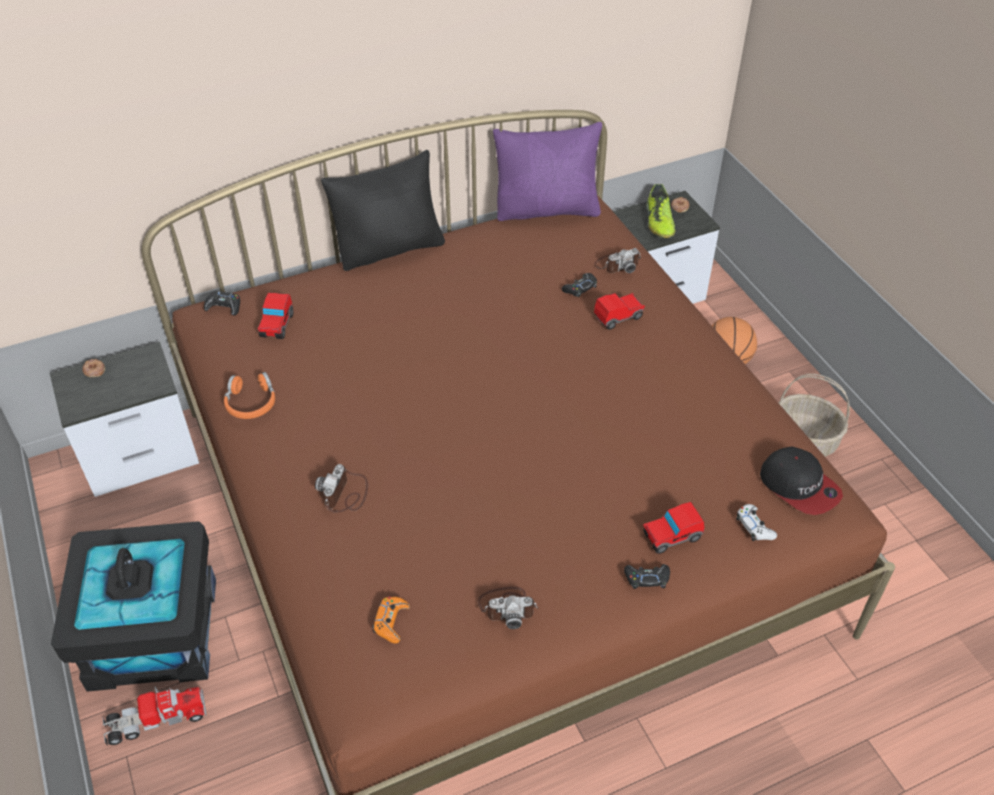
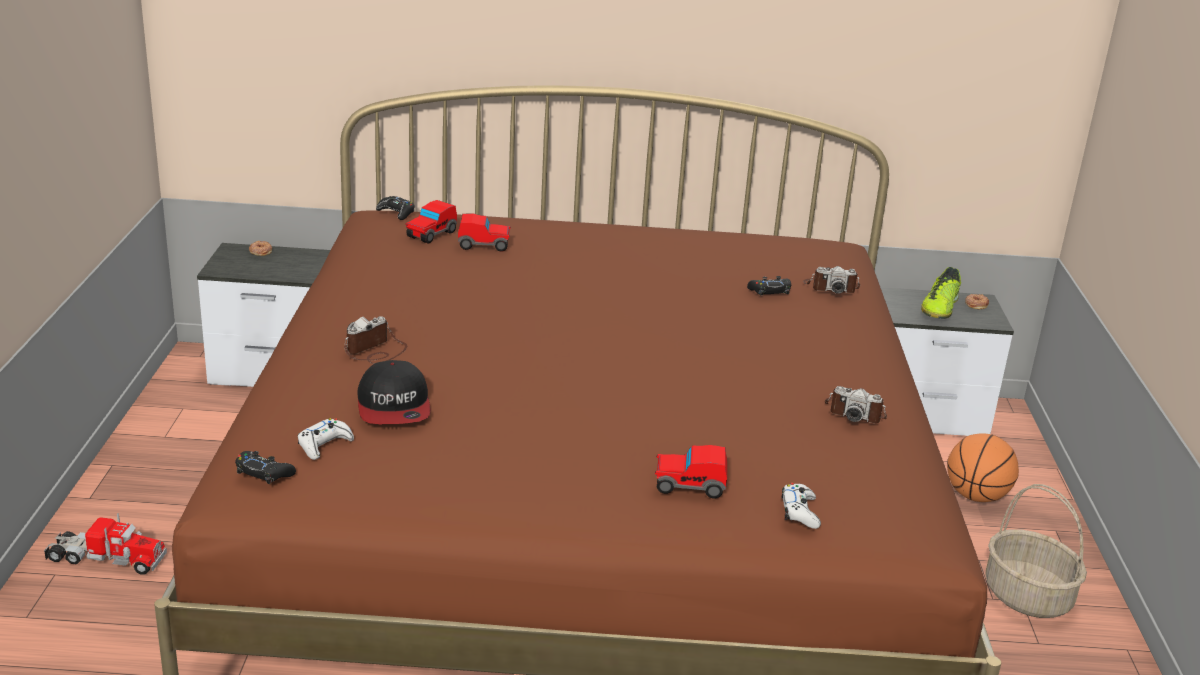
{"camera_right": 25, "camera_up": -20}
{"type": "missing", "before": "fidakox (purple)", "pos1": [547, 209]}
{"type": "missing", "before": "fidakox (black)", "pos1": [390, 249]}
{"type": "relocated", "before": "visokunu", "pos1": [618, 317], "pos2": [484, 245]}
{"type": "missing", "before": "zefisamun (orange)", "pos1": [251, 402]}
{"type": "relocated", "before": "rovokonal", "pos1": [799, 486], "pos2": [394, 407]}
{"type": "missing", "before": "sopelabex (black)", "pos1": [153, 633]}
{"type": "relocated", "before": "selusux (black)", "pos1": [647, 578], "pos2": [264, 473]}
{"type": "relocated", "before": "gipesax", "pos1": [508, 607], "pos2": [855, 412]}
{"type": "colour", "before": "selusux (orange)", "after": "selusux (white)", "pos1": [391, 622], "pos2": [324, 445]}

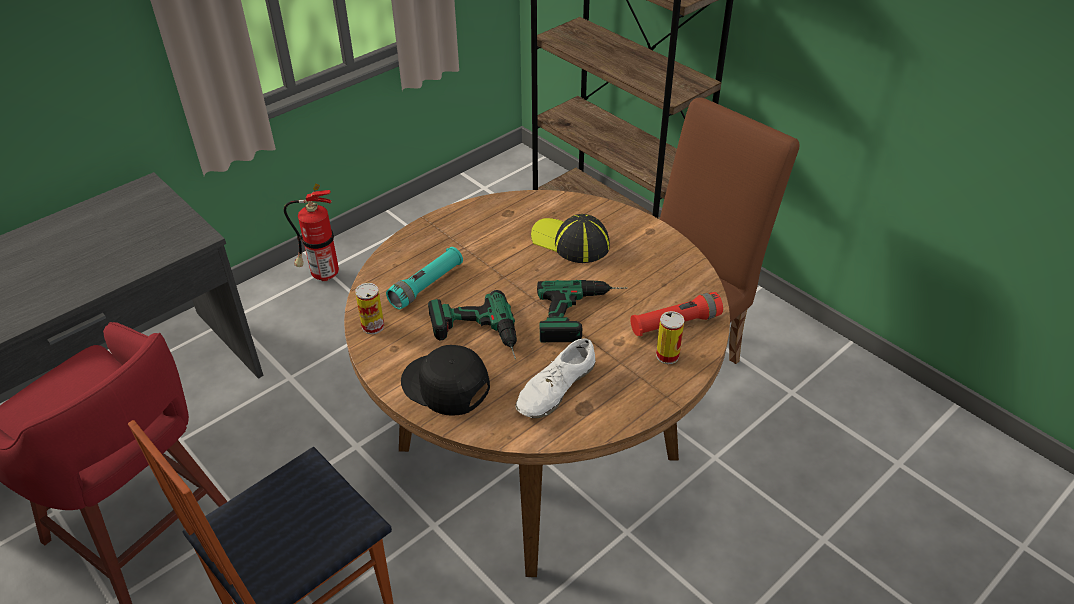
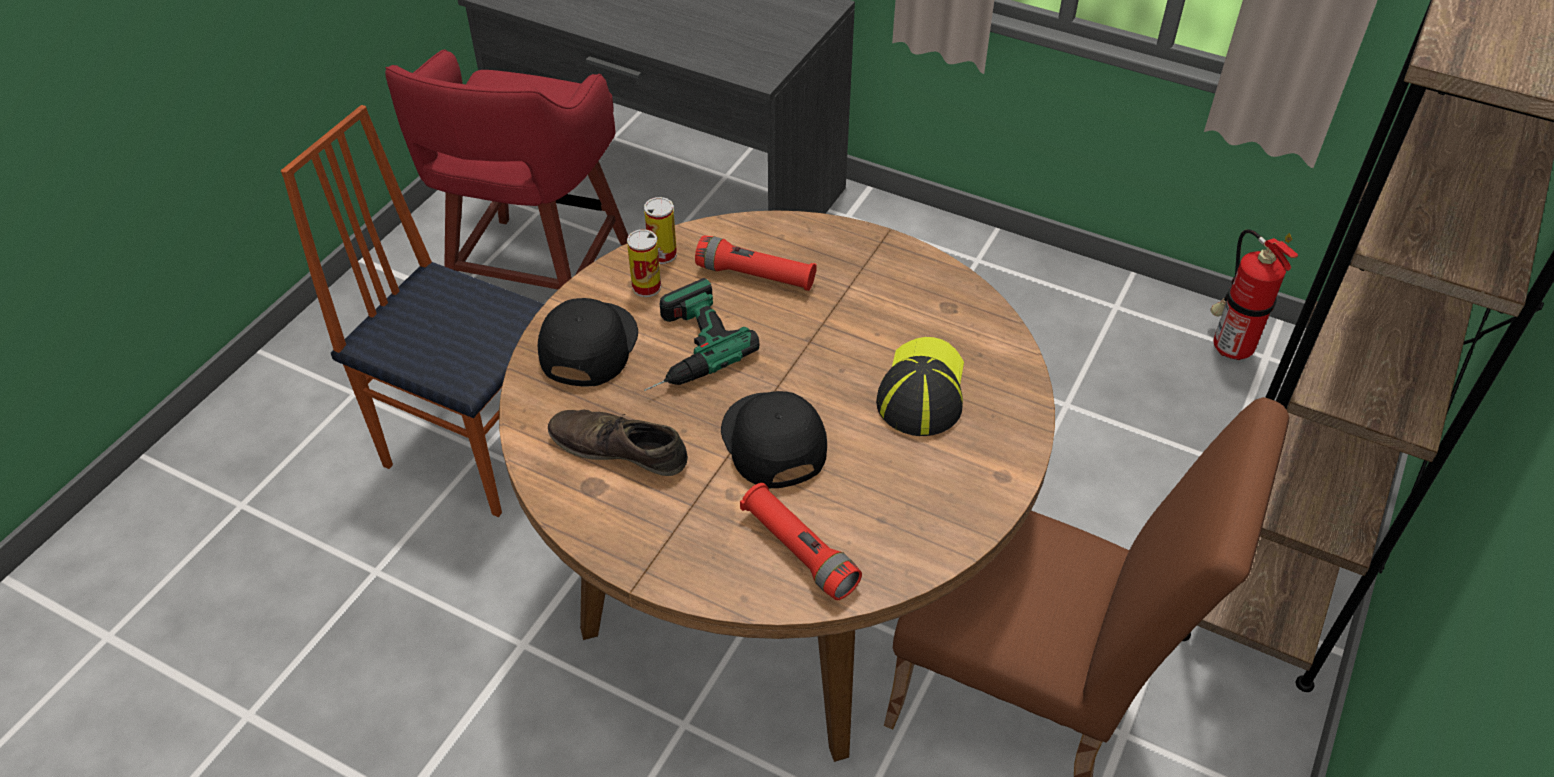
{"camera_right": 70, "camera_up": 5}
{"type": "relocated", "before": "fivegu", "pos1": [322, 275], "pos2": [1228, 346]}
{"type": "colour", "before": "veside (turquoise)", "after": "veside (red)", "pos1": [426, 286], "pos2": [755, 276]}
{"type": "exchanged", "before": "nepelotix", "after": "rovokonal (black)", "pos1": [583, 314], "pos2": [771, 442]}
{"type": "relocated", "before": "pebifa", "pos1": [667, 355], "pos2": [646, 287]}
{"type": "colour", "before": "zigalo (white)", "after": "zigalo (brown)", "pos1": [555, 388], "pos2": [619, 449]}

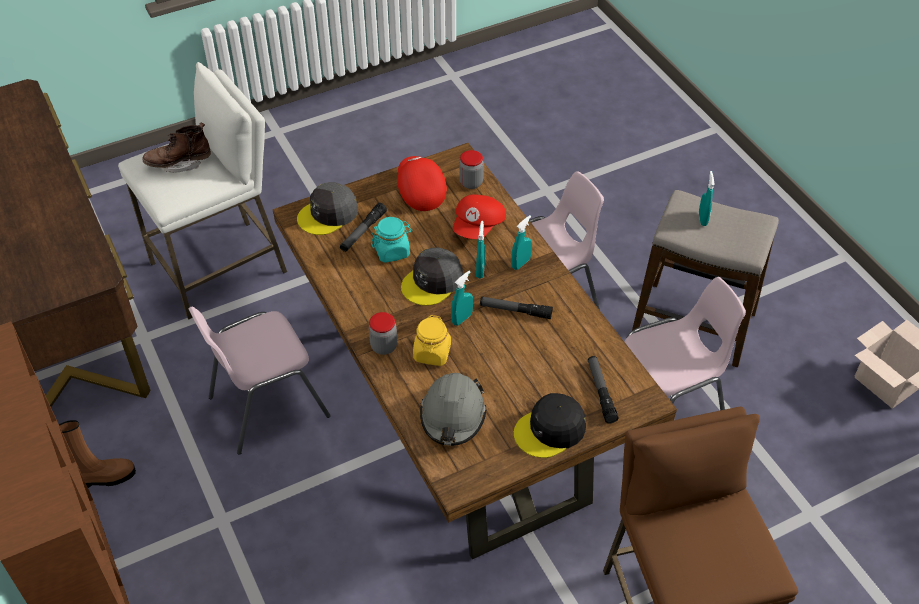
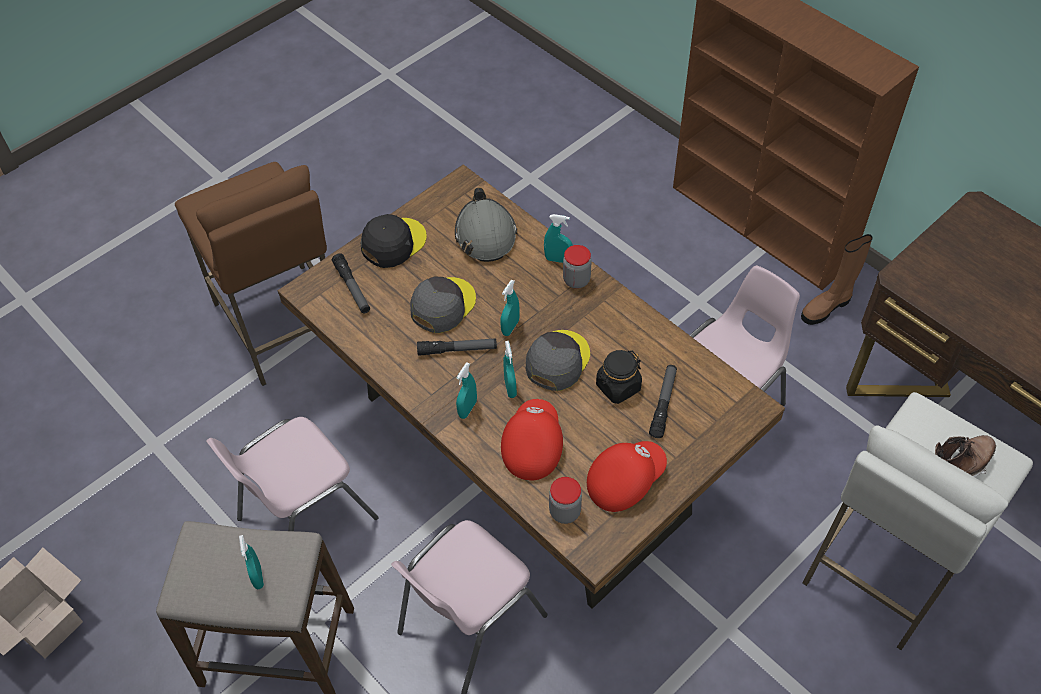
{"camera_right": 165, "camera_up": 5}
{"type": "spun", "before": "rovokonal (red)", "pos1": [419, 191], "pos2": [624, 481], "turn": -90}
{"type": "relocated", "before": "rovokonal (grey)", "pos1": [328, 214], "pos2": [442, 305]}
{"type": "colour", "before": "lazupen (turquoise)", "after": "lazupen (black)", "pos1": [392, 251], "pos2": [618, 387]}
{"type": "missing", "before": "lazupen (yellow)", "pos1": [432, 353]}
{"type": "appeared", "after": "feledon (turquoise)", "pos2": [558, 259]}

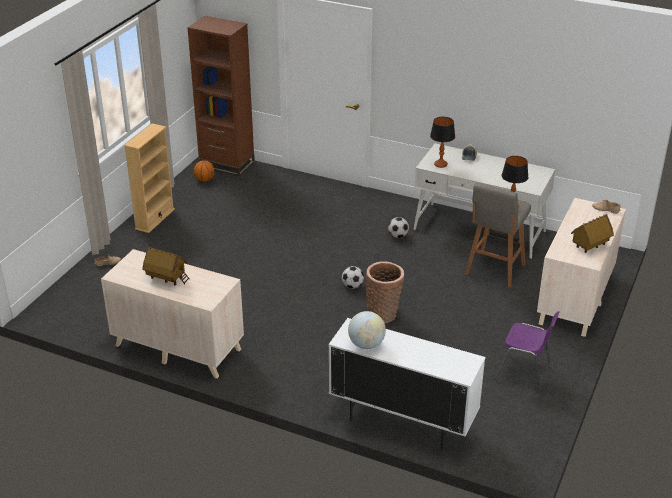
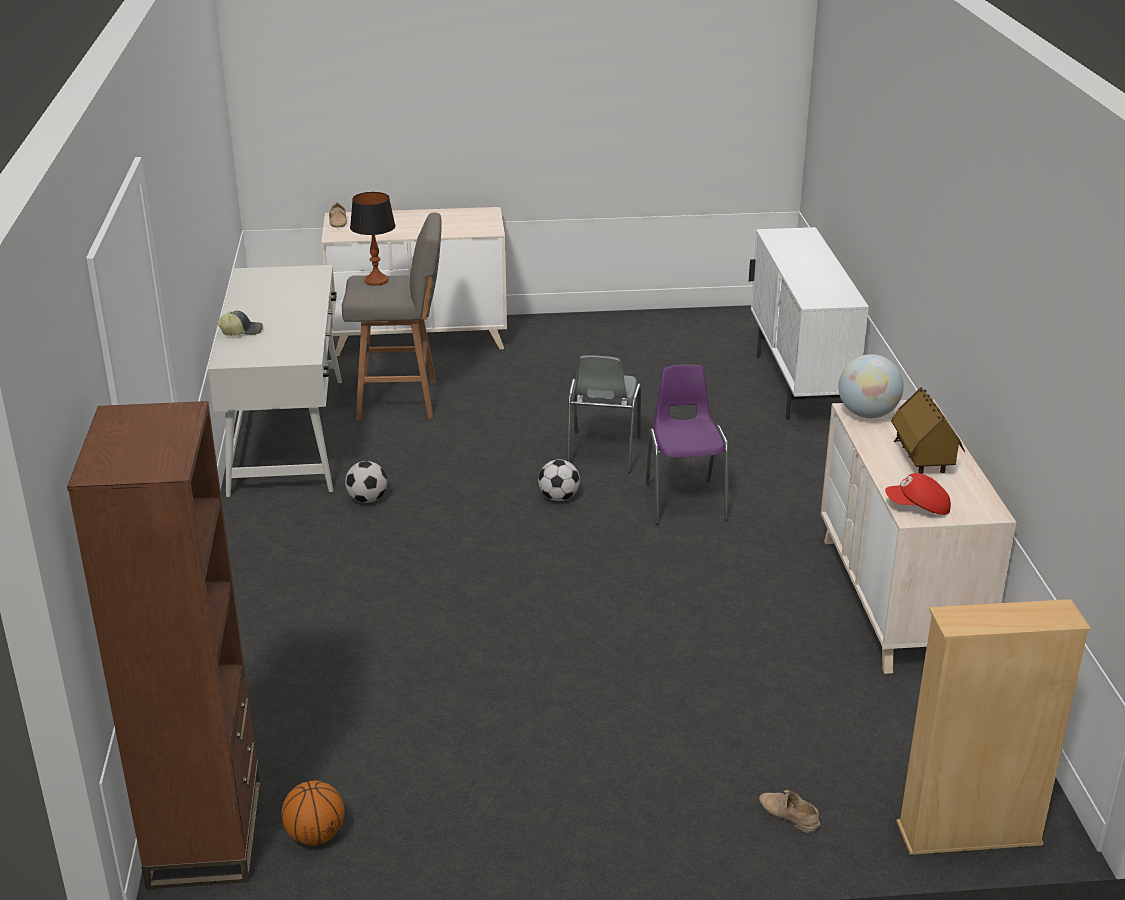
{"camera_right": -120, "camera_up": -5}
{"type": "missing", "before": "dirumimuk", "pos1": [441, 164]}
{"type": "relocated", "before": "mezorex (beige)", "pos1": [155, 219], "pos2": [969, 834]}
{"type": "missing", "before": "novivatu", "pos1": [590, 246]}
{"type": "exchanged", "before": "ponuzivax", "after": "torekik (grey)", "pos1": [383, 314], "pos2": [602, 453]}
{"type": "relocated", "before": "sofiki", "pos1": [366, 344], "pos2": [867, 414]}
{"type": "relocated", "before": "torekik (purple)", "pos1": [524, 373], "pos2": [685, 500]}
{"type": "appeared", "after": "rovokonal (red)", "pos2": [918, 508]}

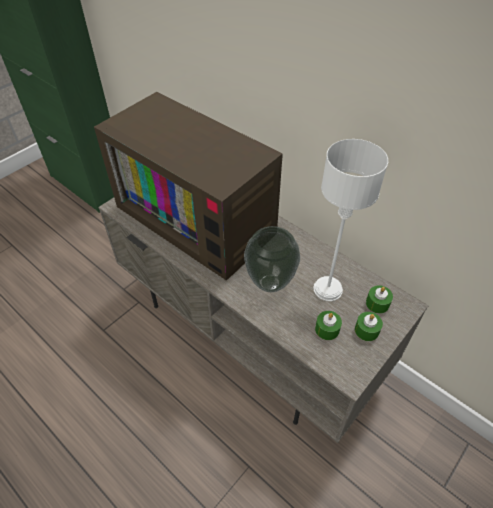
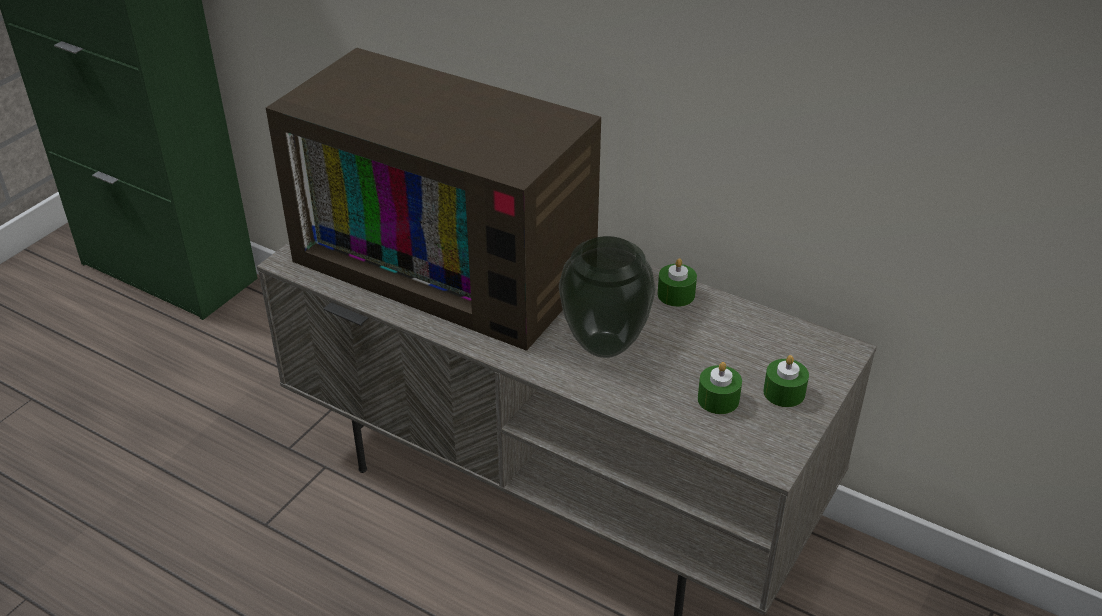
{"camera_right": -10, "camera_up": -10}
{"type": "missing", "before": "dirumimuk (white)", "pos1": [328, 289]}
{"type": "relocated", "before": "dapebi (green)", "pos1": [377, 303], "pos2": [676, 294]}

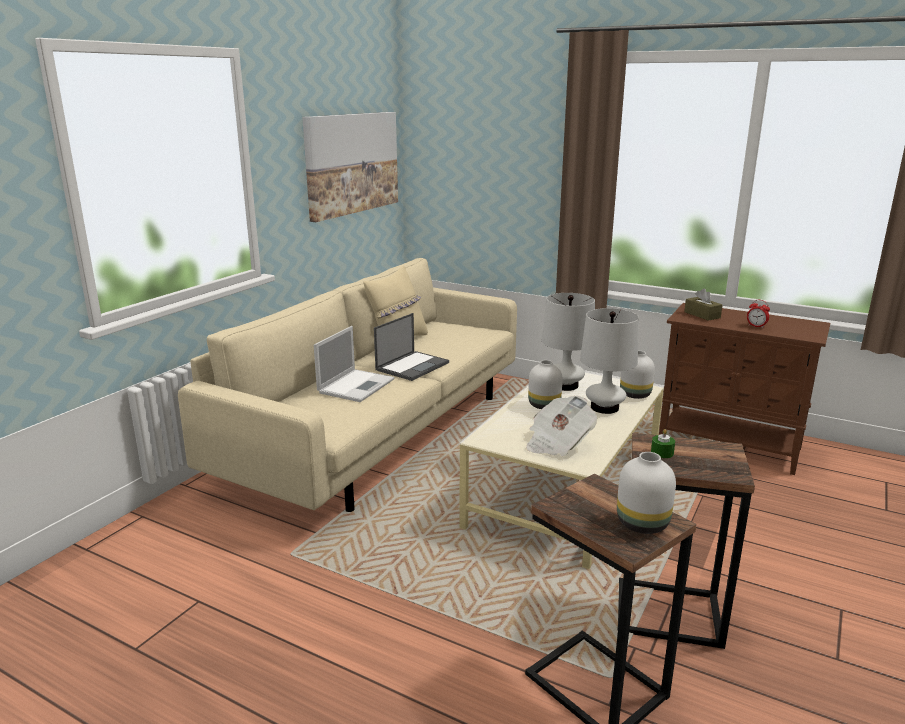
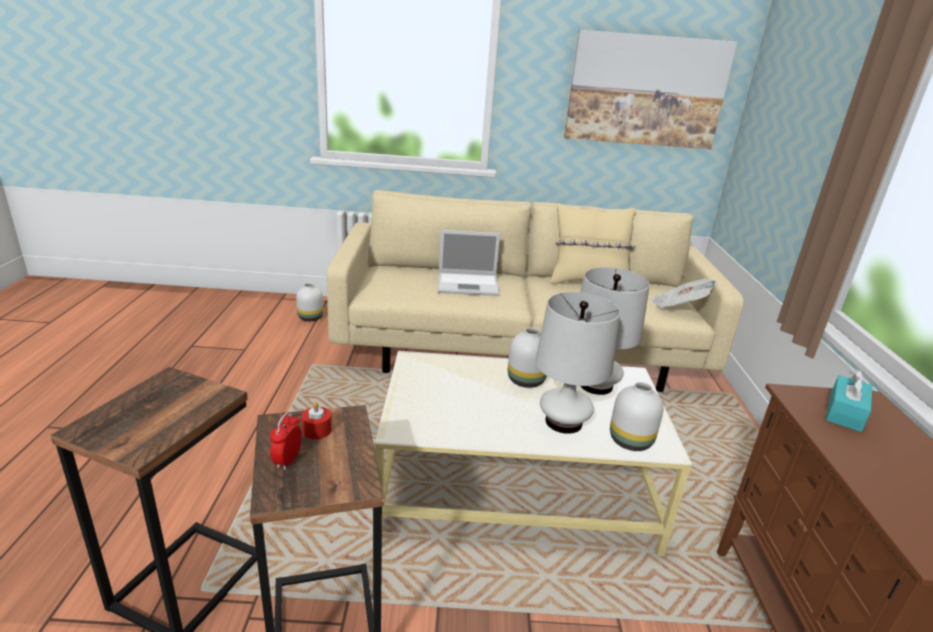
{"camera_right": 60, "camera_up": 5}
{"type": "colour", "before": "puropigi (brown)", "after": "puropigi (turquoise)", "pos1": [702, 315], "pos2": [845, 412]}
{"type": "relocated", "before": "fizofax", "pos1": [756, 326], "pos2": [287, 460]}
{"type": "missing", "before": "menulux", "pos1": [412, 366]}
{"type": "relocated", "before": "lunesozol", "pos1": [558, 443], "pos2": [678, 307]}
{"type": "colour", "before": "dapebi (green)", "after": "dapebi (red)", "pos1": [662, 453], "pos2": [317, 430]}
{"type": "relocated", "before": "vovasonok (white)", "pos1": [641, 523], "pos2": [310, 317]}

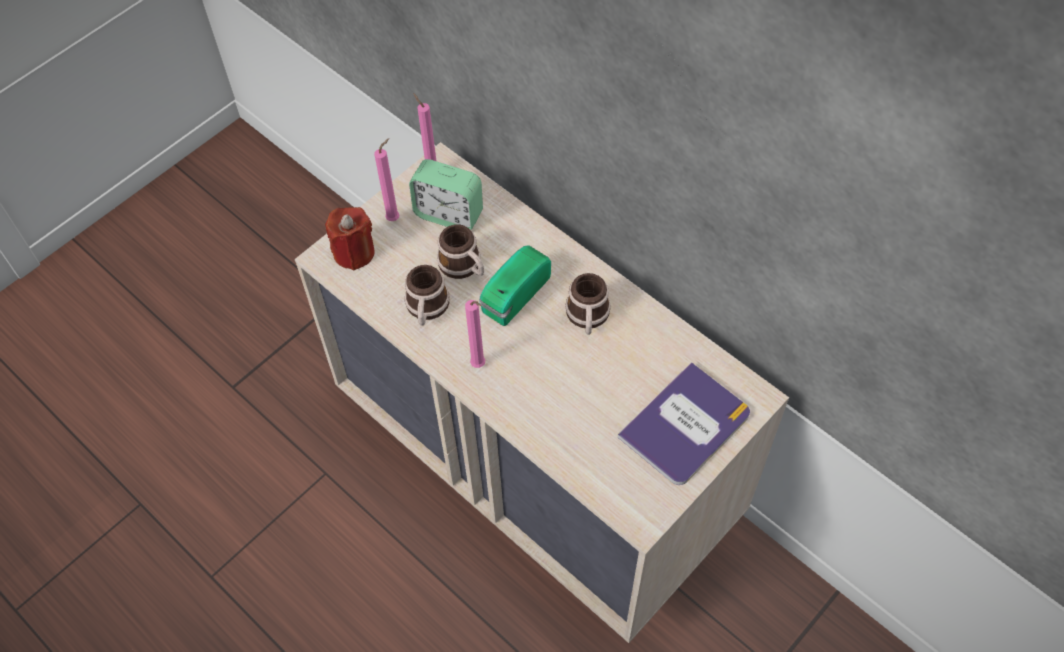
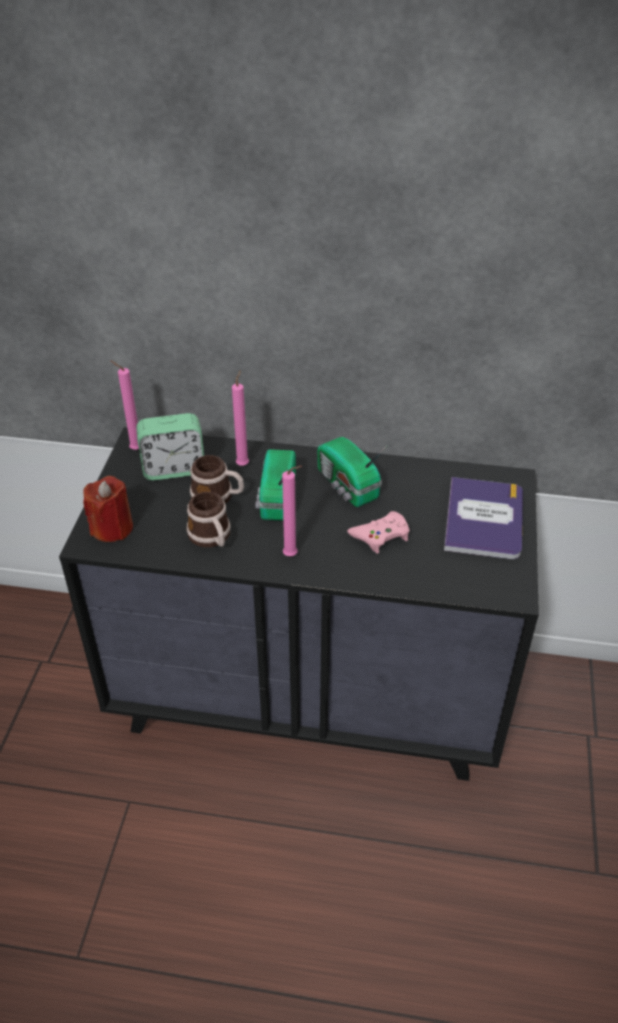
{"camera_right": -35, "camera_up": -15}
{"type": "relocated", "before": "dapebi (pink)", "pos1": [395, 218], "pos2": [243, 464]}
{"type": "colour", "before": "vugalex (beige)", "after": "vugalex (black)", "pos1": [537, 468], "pos2": [310, 696]}
{"type": "exchanged", "before": "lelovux", "after": "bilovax", "pos1": [587, 317], "pos2": [347, 486]}
{"type": "appeared", "after": "selusux (pink)", "pos2": [381, 535]}

